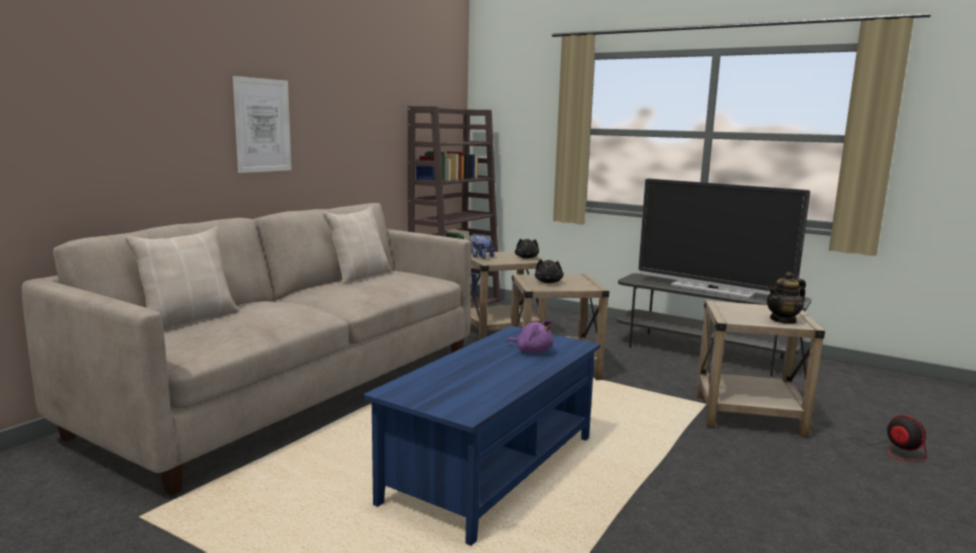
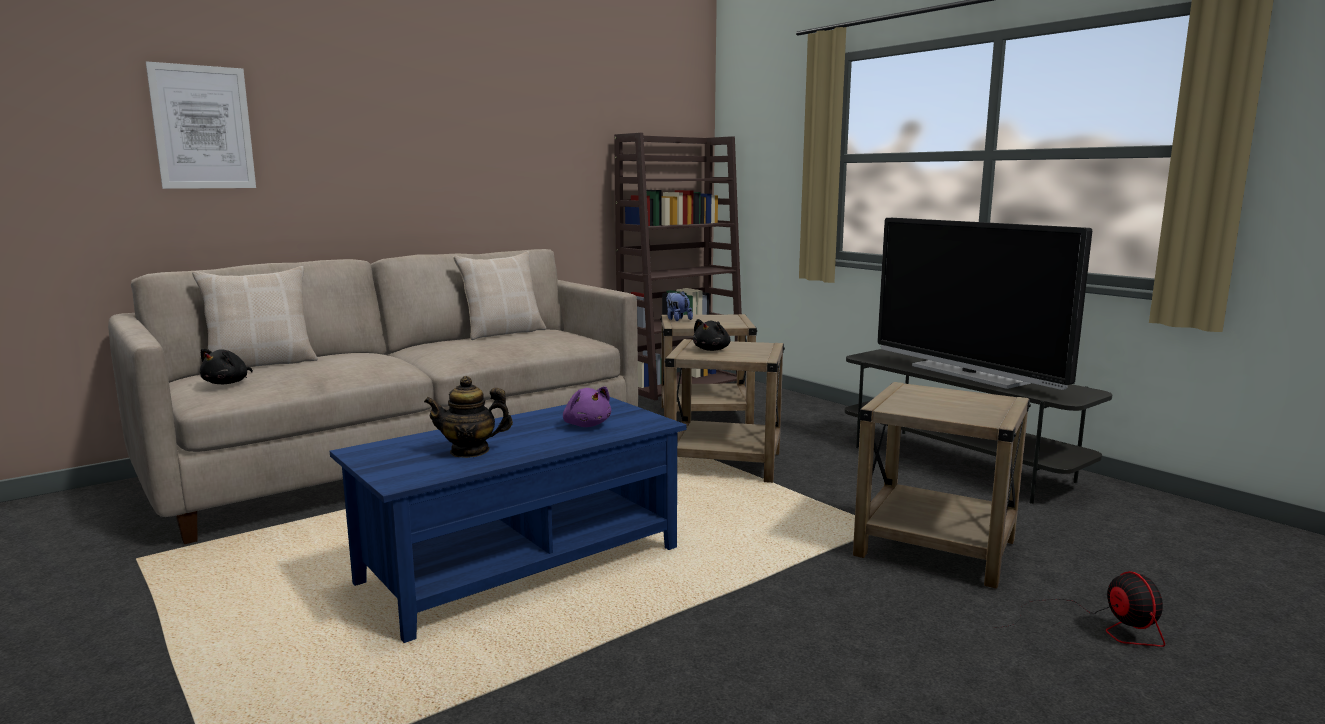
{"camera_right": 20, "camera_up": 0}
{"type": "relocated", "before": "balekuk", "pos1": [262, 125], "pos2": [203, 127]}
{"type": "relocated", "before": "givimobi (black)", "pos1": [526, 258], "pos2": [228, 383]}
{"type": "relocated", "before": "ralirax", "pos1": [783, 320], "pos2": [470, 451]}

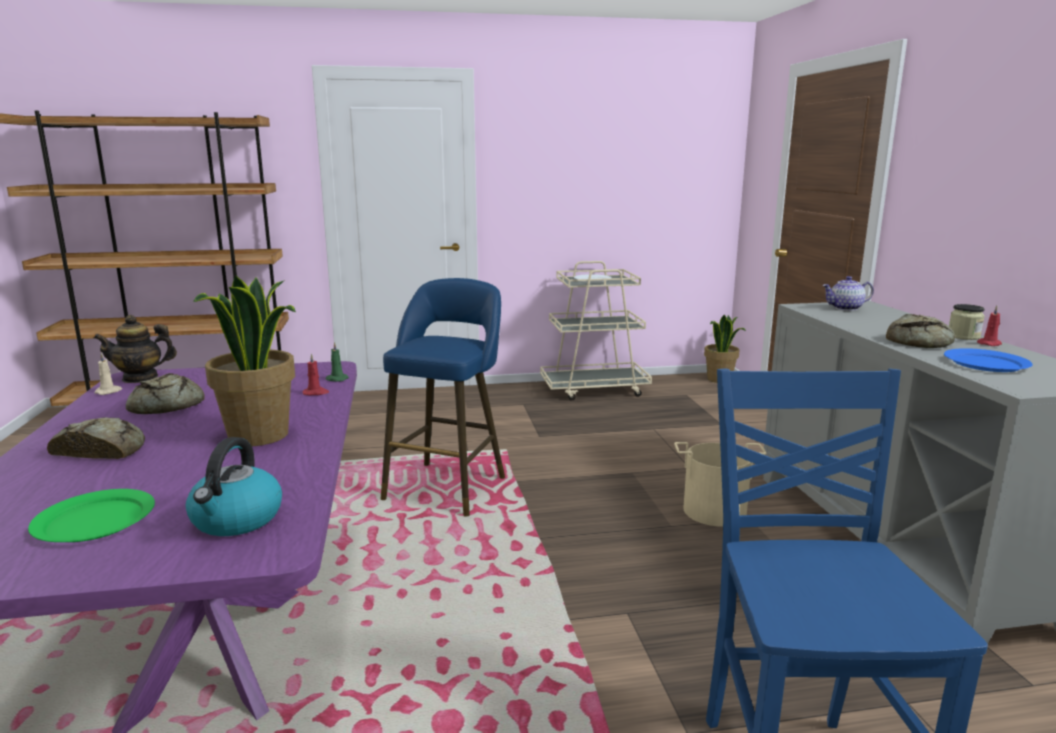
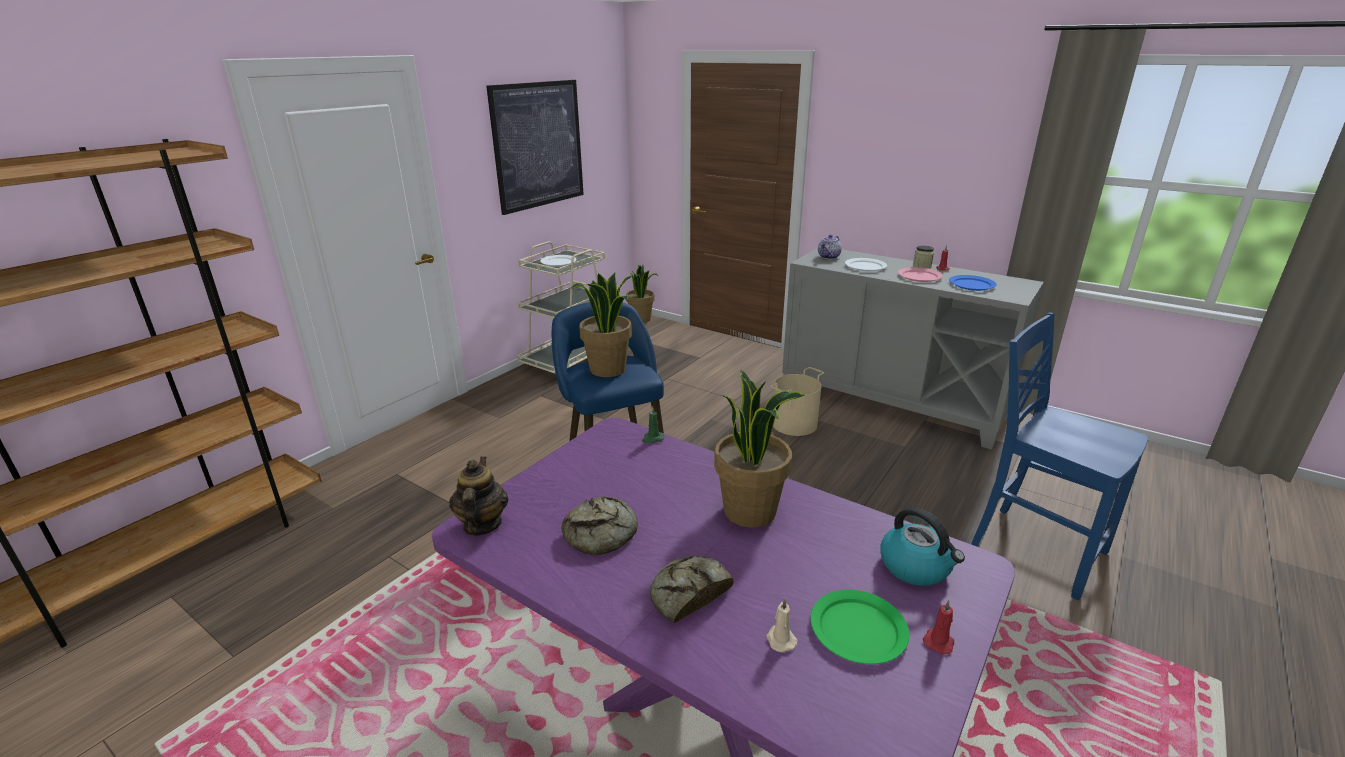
{"camera_right": -45, "camera_up": 10}
{"type": "exchanged", "before": "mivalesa", "after": "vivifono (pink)", "pos1": [922, 342], "pos2": [919, 276]}
{"type": "spun", "before": "ralirax", "pos1": [140, 378], "pos2": [481, 524], "turn": 150}
{"type": "relocated", "before": "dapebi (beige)", "pos1": [109, 391], "pos2": [780, 639]}
{"type": "relocated", "before": "dapebi (red)", "pos1": [316, 393], "pos2": [939, 641]}
{"type": "appeared", "after": "balekuk", "pos2": [538, 145]}
{"type": "appeared", "after": "vivifono (white)", "pos2": [865, 266]}
{"type": "appeared", "after": "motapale", "pos2": [608, 370]}

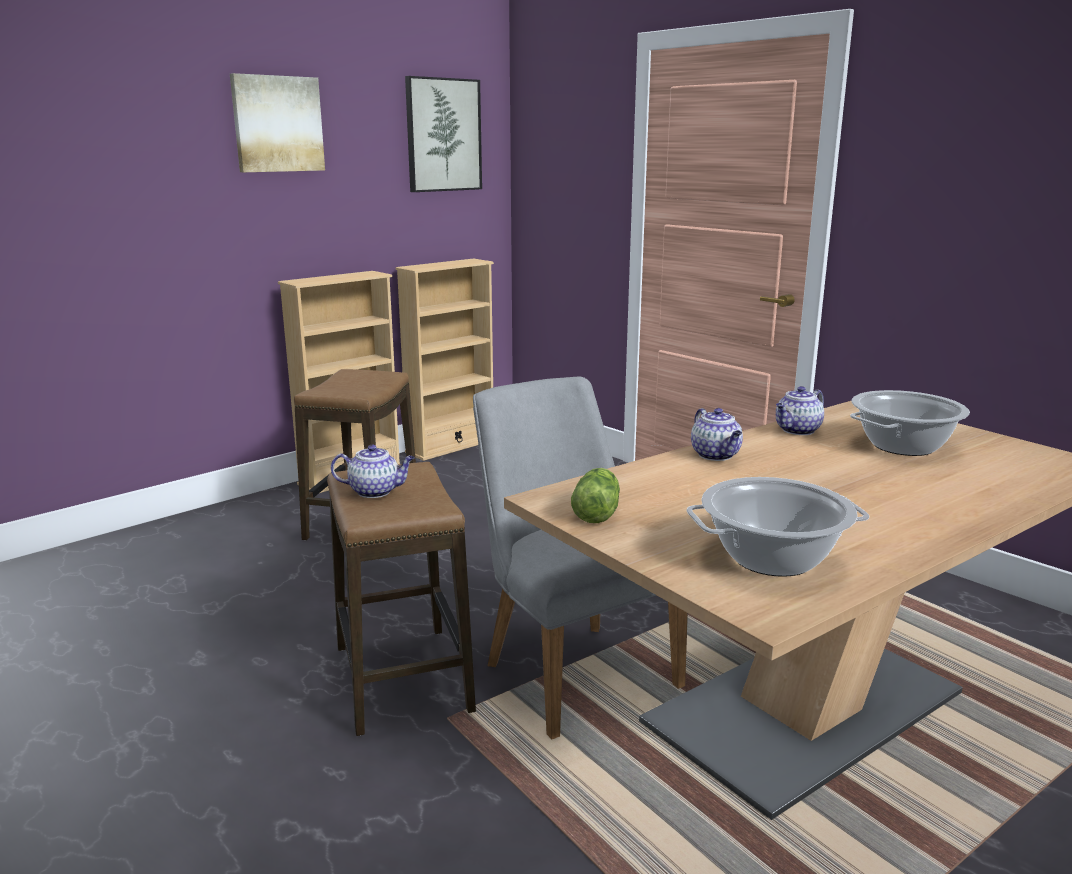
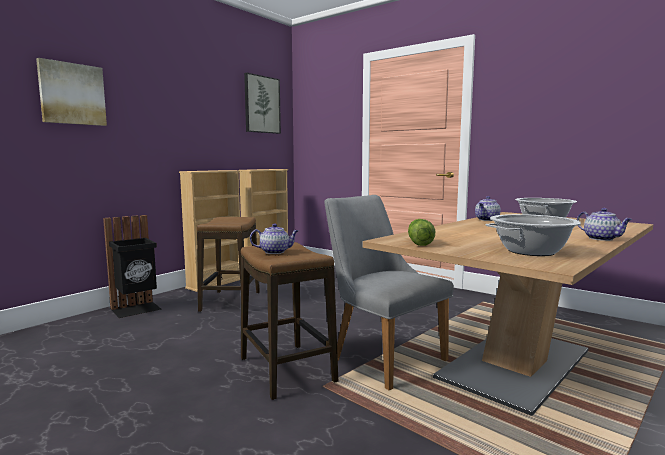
{"camera_right": -10, "camera_up": -10}
{"type": "relocated", "before": "balekuk", "pos1": [277, 124], "pos2": [72, 94]}
{"type": "relocated", "before": "ralirax", "pos1": [716, 455], "pos2": [602, 239]}
{"type": "appeared", "after": "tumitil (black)", "pos2": [137, 309]}

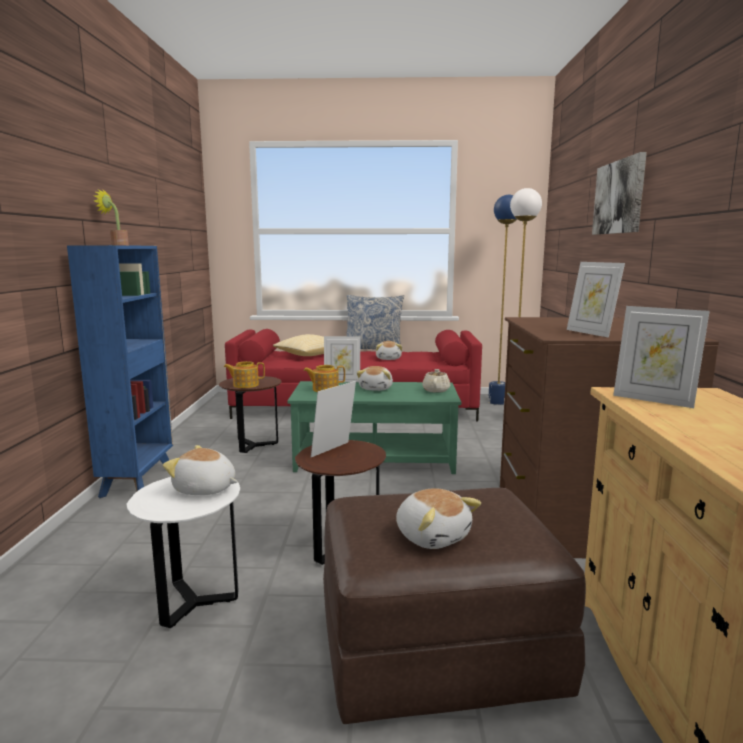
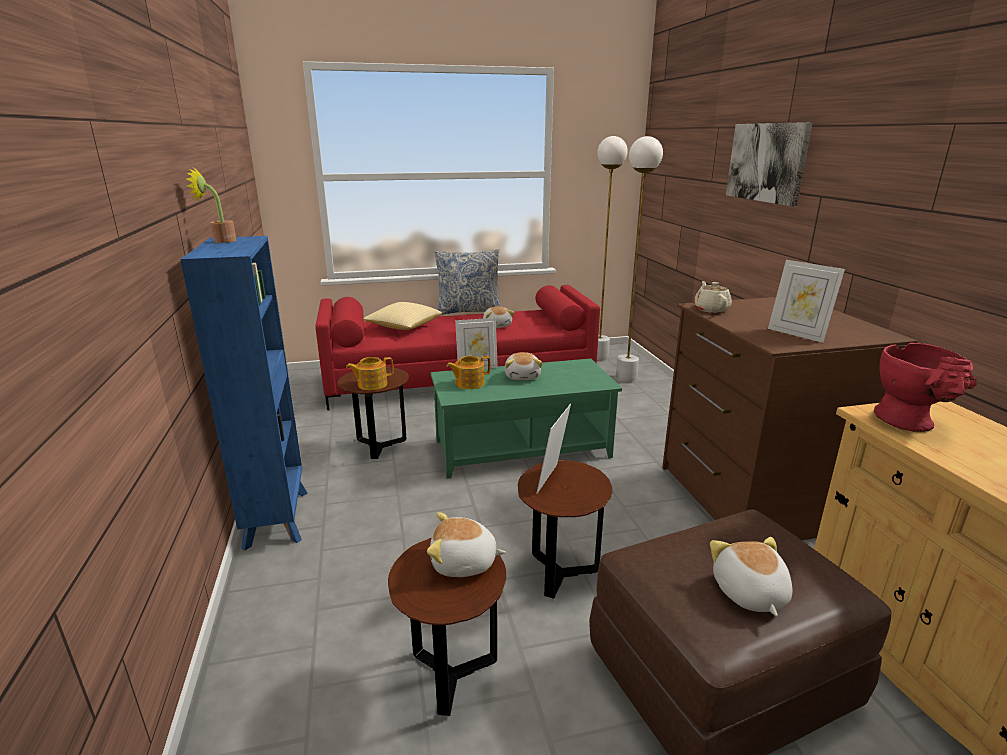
{"camera_right": -15, "camera_up": 10}
{"type": "colour", "before": "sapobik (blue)", "after": "sapobik (white)", "pos1": [497, 402], "pos2": [598, 357]}
{"type": "exchanged", "before": "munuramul", "after": "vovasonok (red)", "pos1": [653, 400], "pos2": [911, 424]}
{"type": "relocated", "before": "ralirax (beige)", "pos1": [436, 390], "pos2": [711, 309]}
{"type": "colour", "before": "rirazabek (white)", "after": "rirazabek (brown)", "pos1": [193, 603], "pos2": [452, 676]}
{"type": "spun", "before": "givimobi", "pos1": [432, 536], "pos2": [749, 593], "turn": -135}

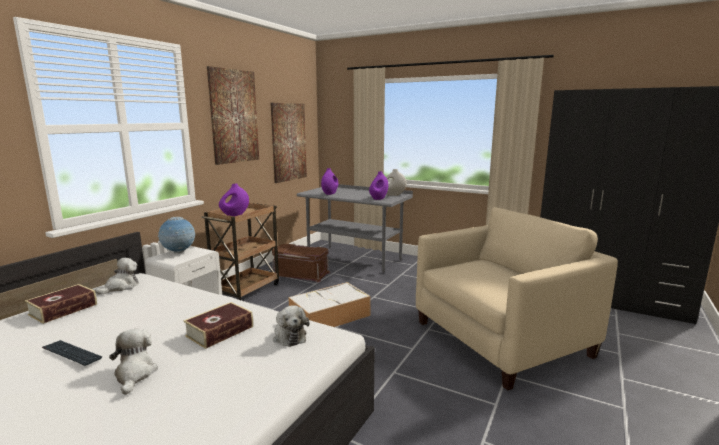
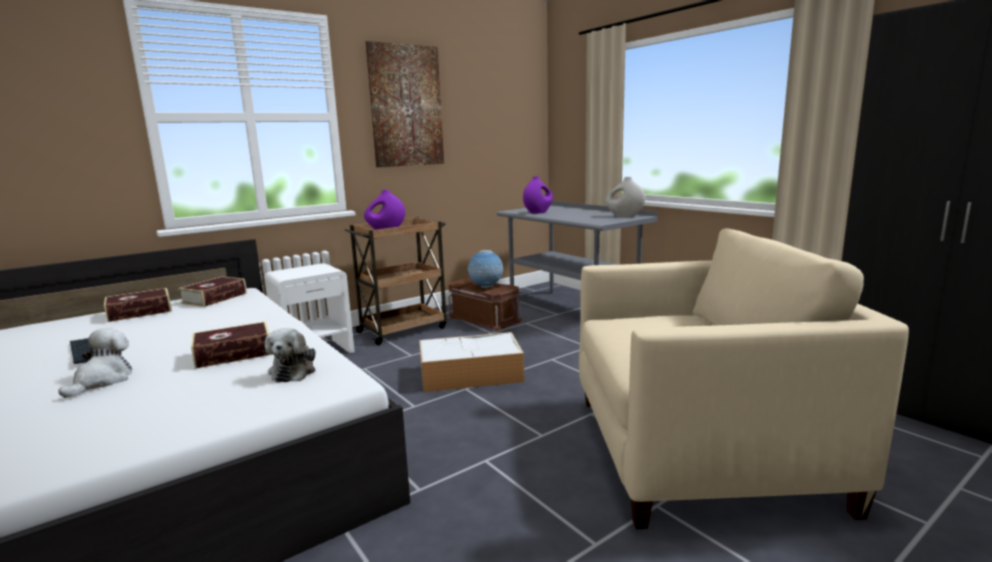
{"camera_right": 25, "camera_up": 0}
{"type": "missing", "before": "balekuk", "pos1": [288, 142]}
{"type": "missing", "before": "vovasonok (purple)", "pos1": [378, 199]}
{"type": "relocated", "before": "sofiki", "pos1": [179, 252], "pos2": [486, 287]}
{"type": "exchanged", "before": "givimobi", "after": "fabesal", "pos1": [121, 287], "pos2": [214, 298]}

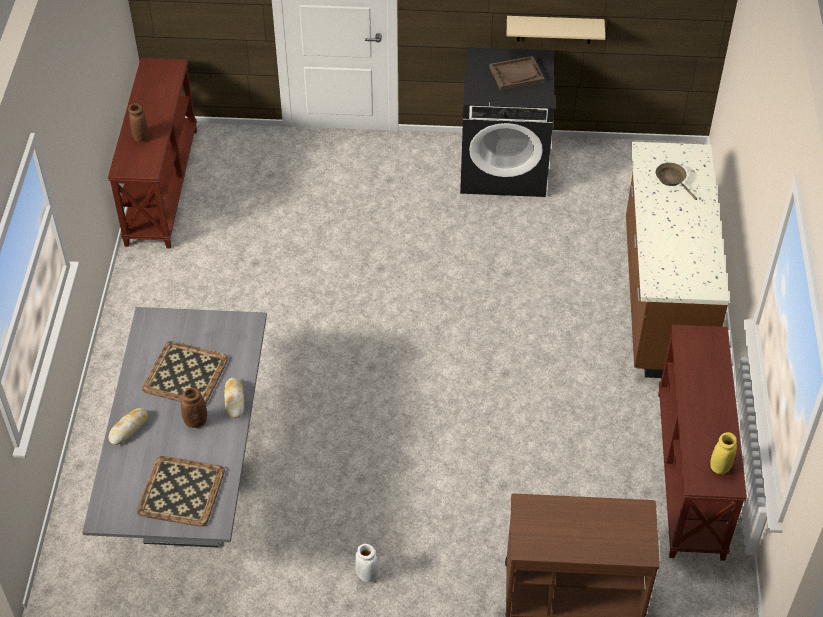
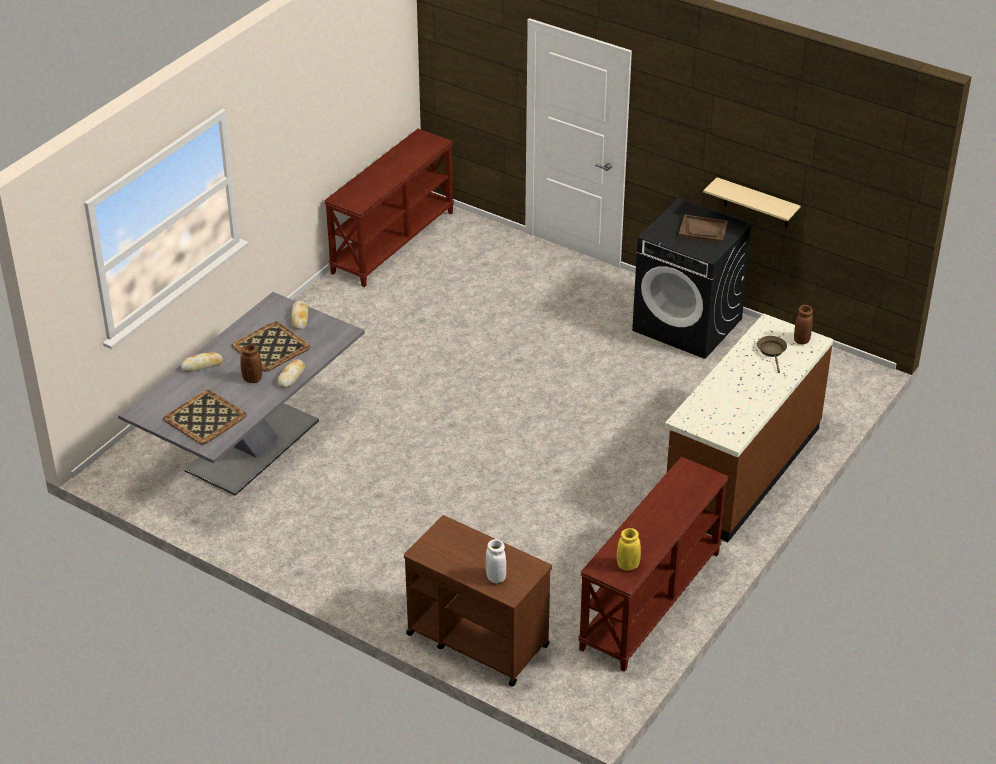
{"camera_right": 30, "camera_up": -10}
{"type": "relocated", "before": "vovasonok (brown)", "pos1": [141, 137], "pos2": [801, 340]}
{"type": "relocated", "before": "vovasonok (white)", "pos1": [367, 574], "pos2": [496, 577]}
{"type": "appeared", "after": "mivalesa", "pos2": [300, 318]}

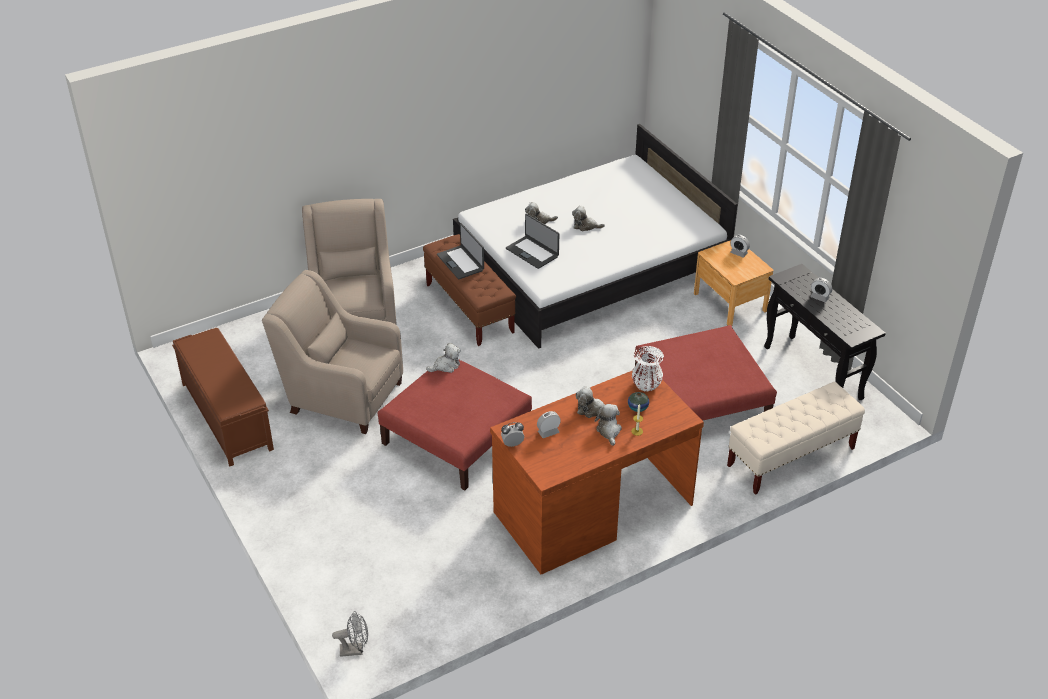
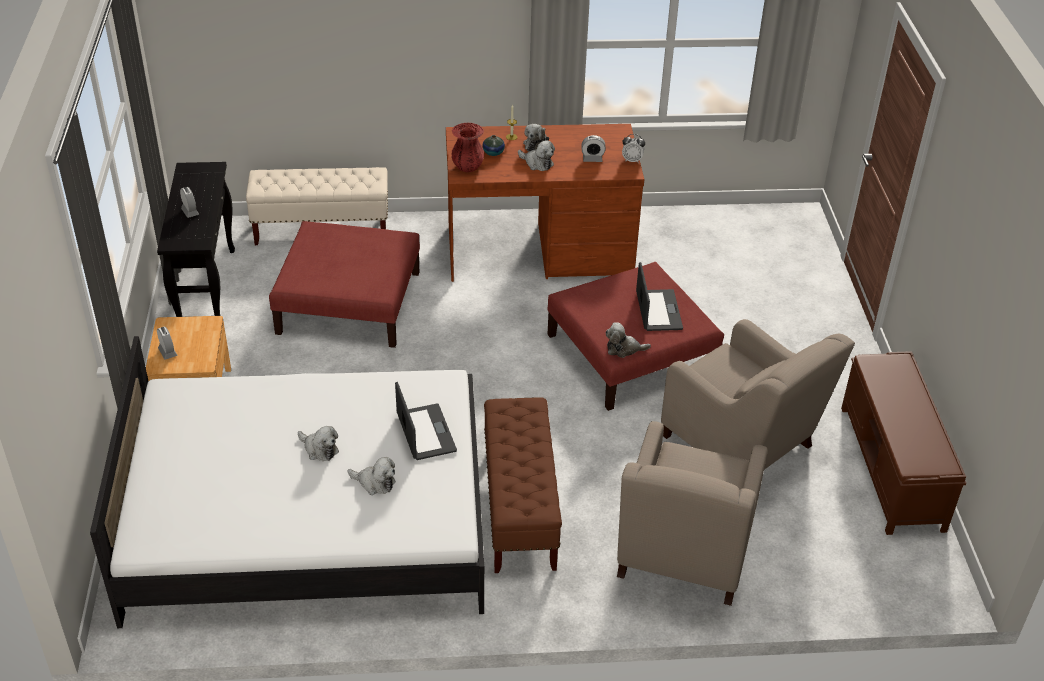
{"camera_right": -155, "camera_up": 0}
{"type": "relocated", "before": "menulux", "pos1": [461, 262], "pos2": [657, 311]}
{"type": "colour", "before": "vovasonok (white)", "after": "vovasonok (red)", "pos1": [646, 385], "pos2": [467, 166]}
{"type": "missing", "before": "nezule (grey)", "pos1": [355, 650]}

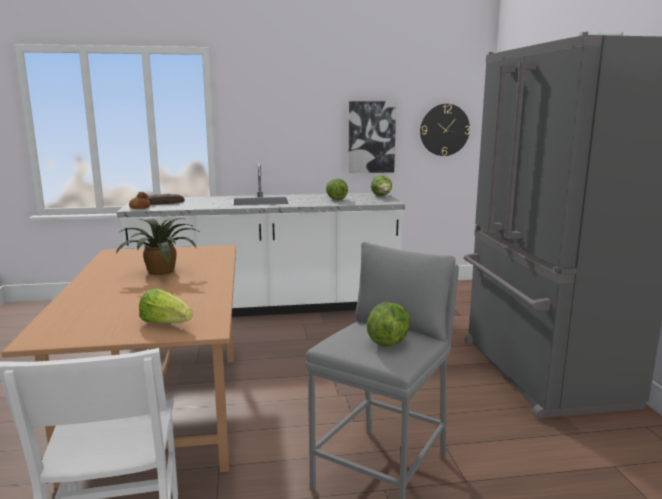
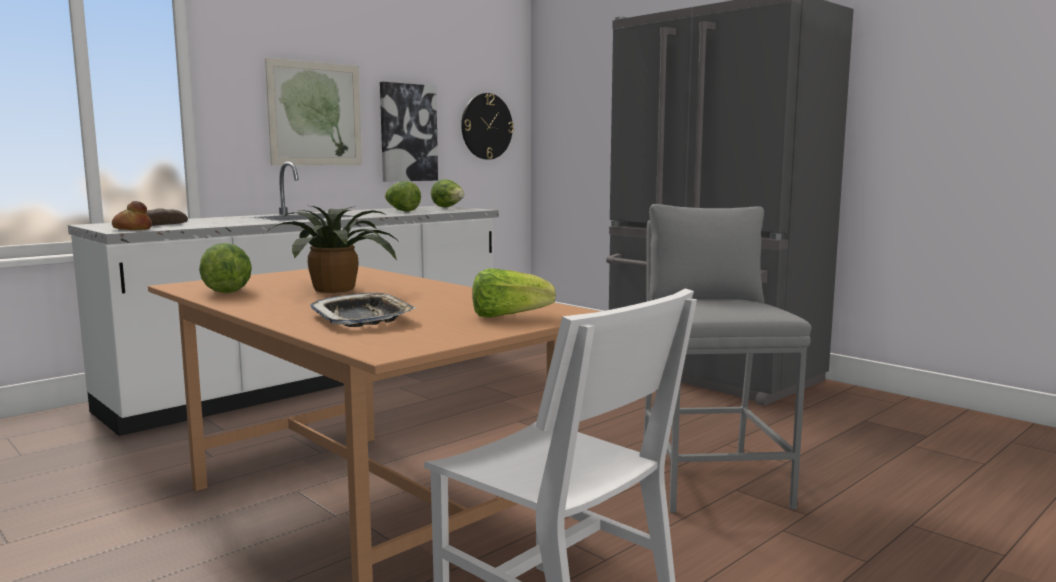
{"camera_right": -35, "camera_up": -5}
{"type": "relocated", "before": "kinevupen", "pos1": [388, 340], "pos2": [227, 291]}
{"type": "appeared", "after": "balekuk", "pos2": [315, 114]}
{"type": "appeared", "after": "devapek", "pos2": [363, 318]}

